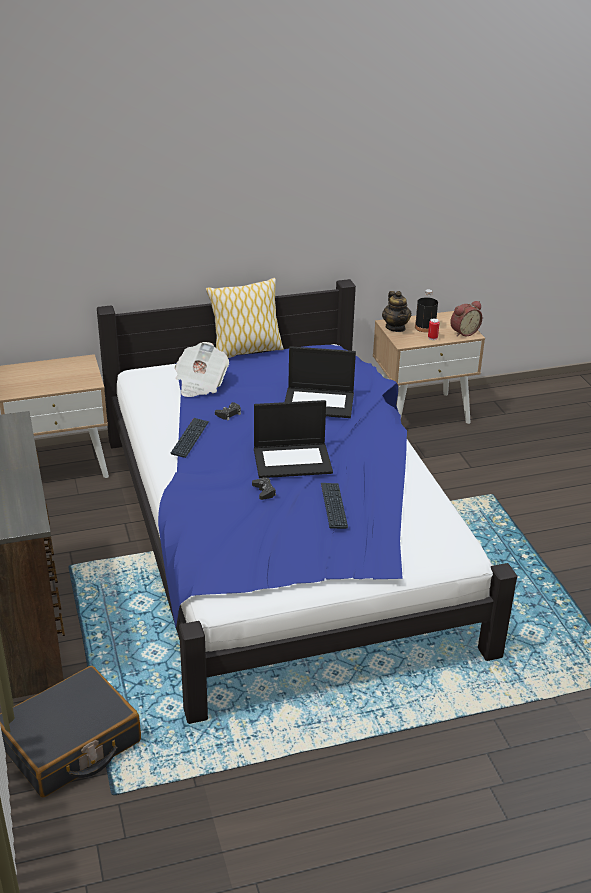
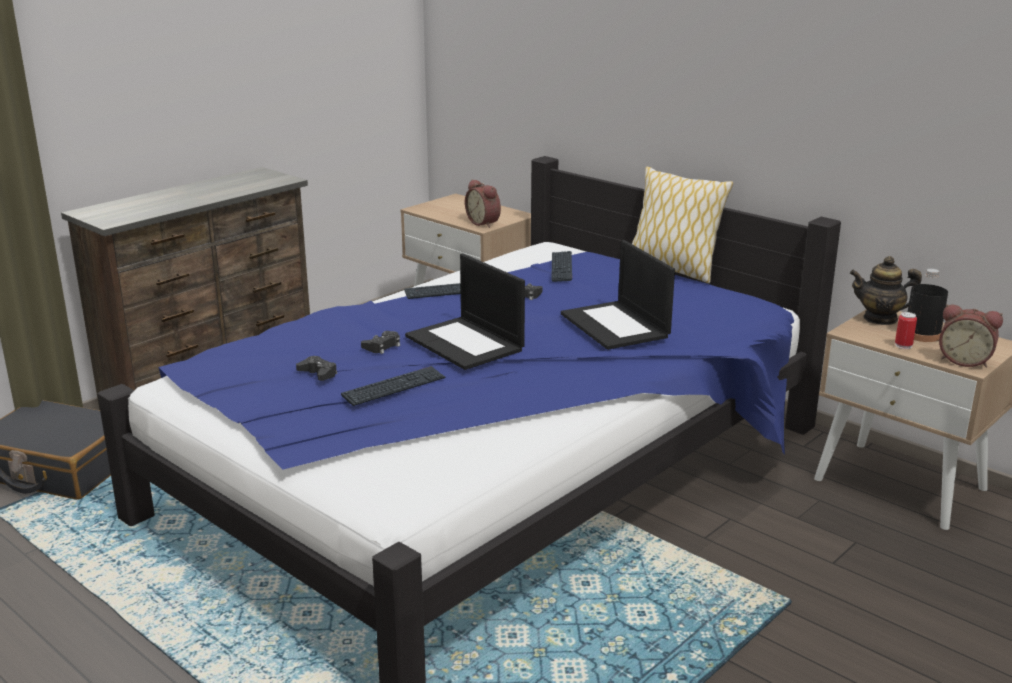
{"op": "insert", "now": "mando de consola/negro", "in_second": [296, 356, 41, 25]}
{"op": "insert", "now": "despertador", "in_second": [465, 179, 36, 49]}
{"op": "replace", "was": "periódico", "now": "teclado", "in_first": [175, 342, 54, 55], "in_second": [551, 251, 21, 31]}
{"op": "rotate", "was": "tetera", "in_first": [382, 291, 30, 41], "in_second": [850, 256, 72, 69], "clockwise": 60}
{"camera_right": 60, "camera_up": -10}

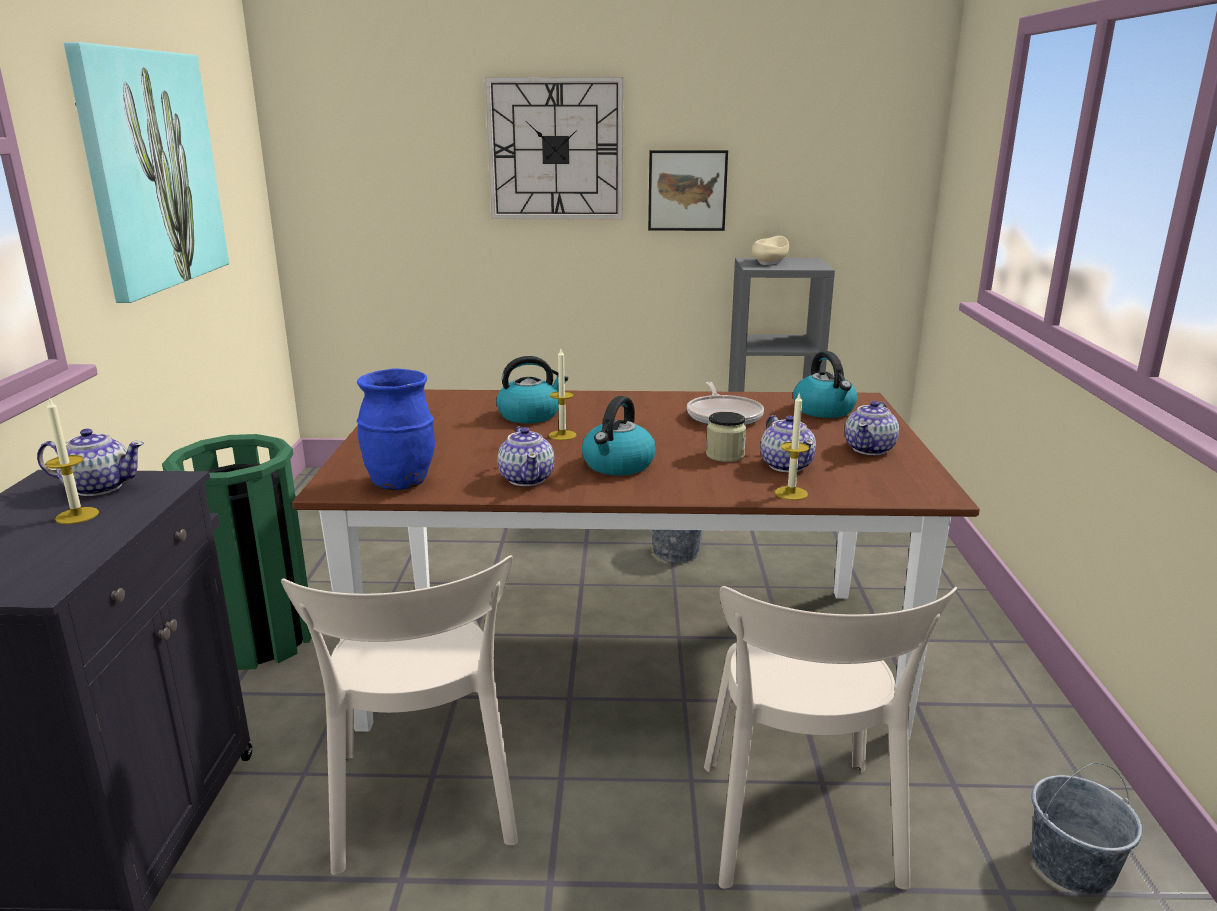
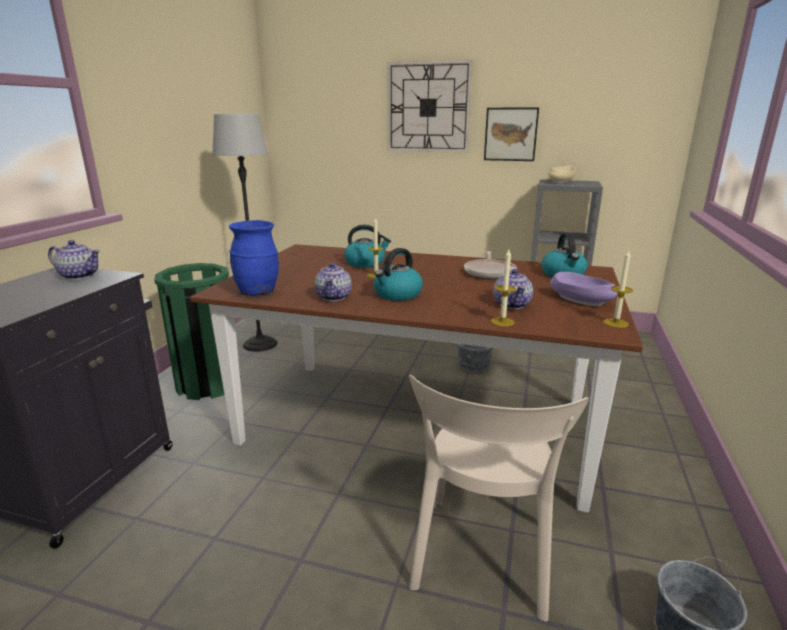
{"op": "delete", "was": "cuadro", "in_first": [64, 42, 165, 261]}
{"op": "delete", "was": "silla/beis", "in_first": [281, 555, 237, 320]}
{"op": "delete", "was": "tarro", "in_first": [706, 412, 40, 50]}
{"op": "insert", "now": "lámpara de pie", "in_second": [212, 114, 66, 238]}
{"op": "move", "was": "vela", "in_first": [45, 397, 54, 127], "in_second": [604, 250, 29, 78]}
{"op": "replace", "was": "tetera", "now": "cuenco/morado", "in_first": [845, 401, 54, 54], "in_second": [550, 272, 68, 34]}
{"camera_right": 15, "camera_up": 0}

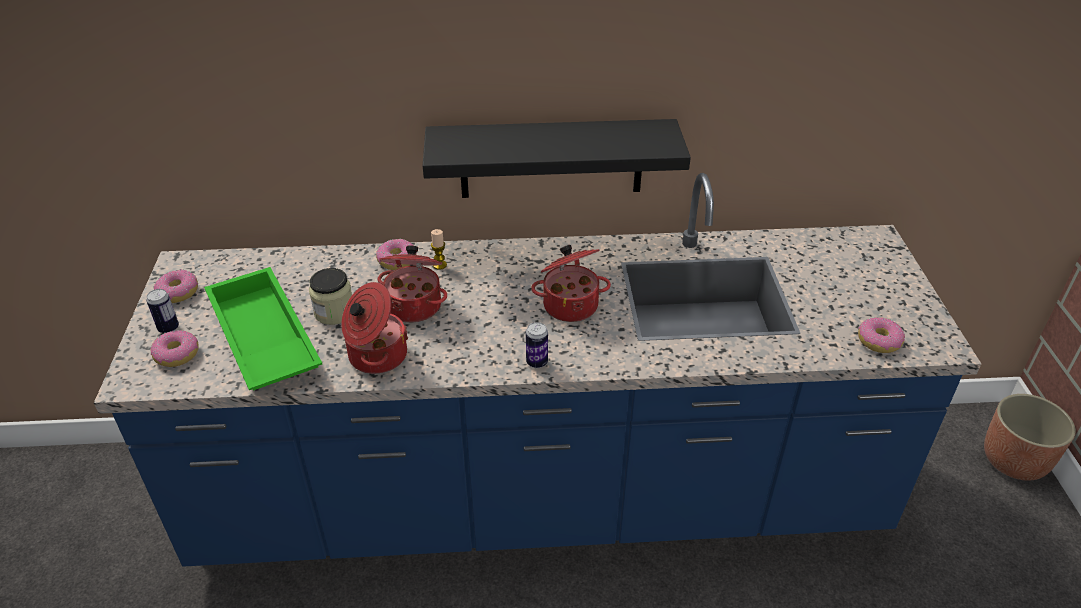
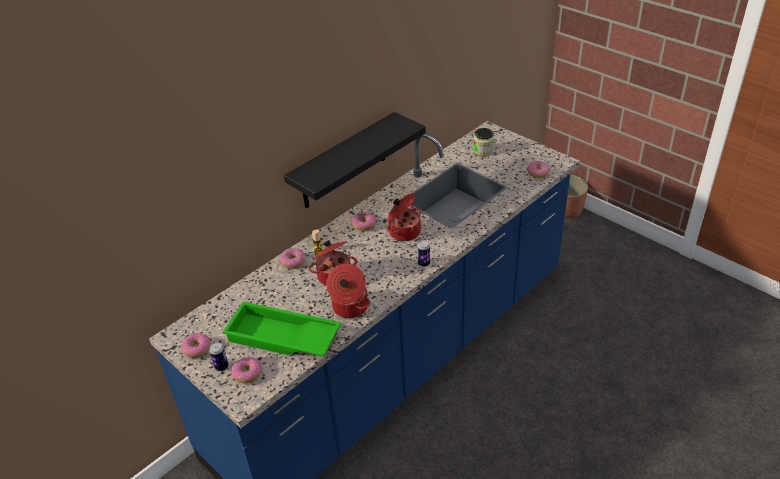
{"op": "insert", "now": "rosquilla", "in_second": [352, 212, 25, 19]}
{"op": "move", "was": "tarro", "in_first": [309, 268, 43, 57], "in_second": [473, 128, 21, 28]}
{"camera_right": -40, "camera_up": 0}

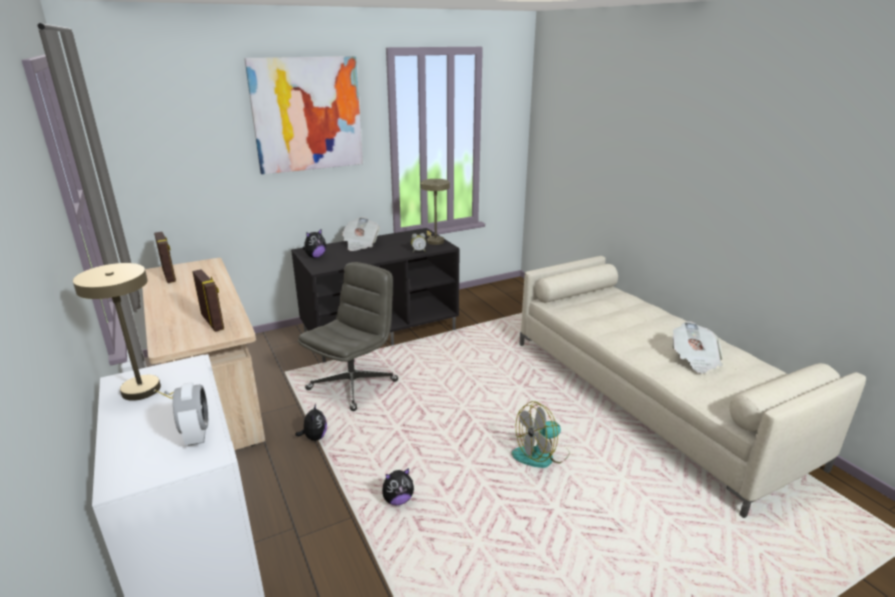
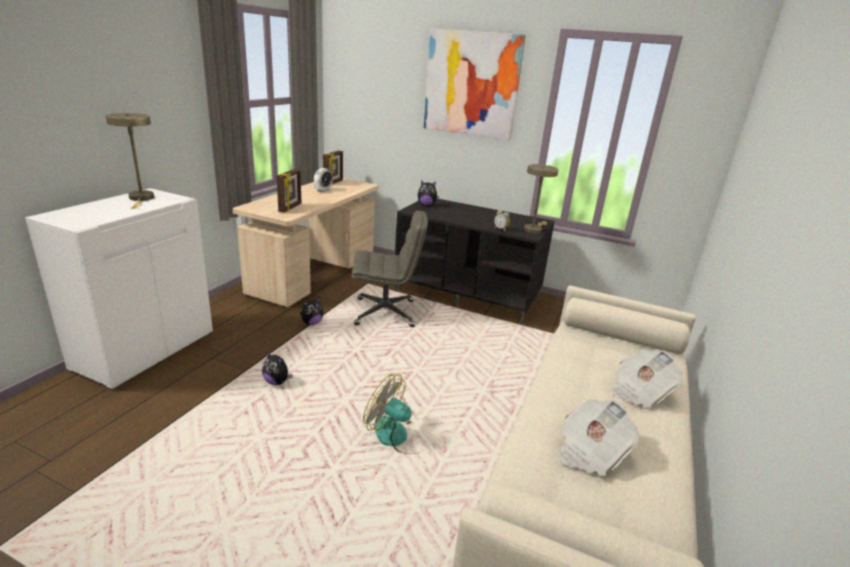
{"op": "move", "was": "despertador", "in_first": [173, 382, 35, 64], "in_second": [314, 168, 19, 24]}
{"op": "move", "was": "periódico", "in_first": [342, 217, 38, 34], "in_second": [611, 349, 72, 59]}
{"camera_right": 50, "camera_up": 0}

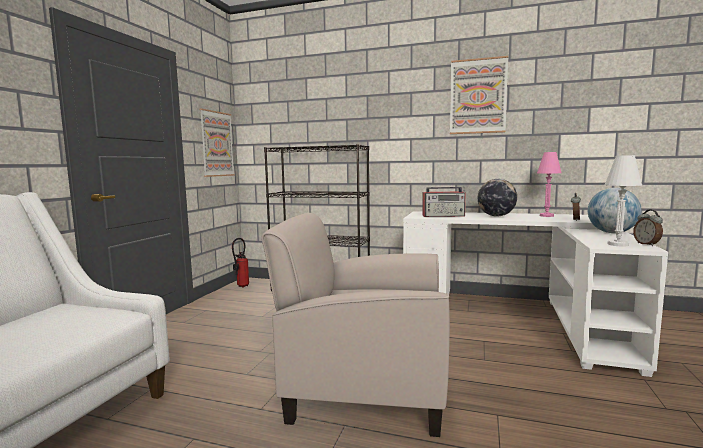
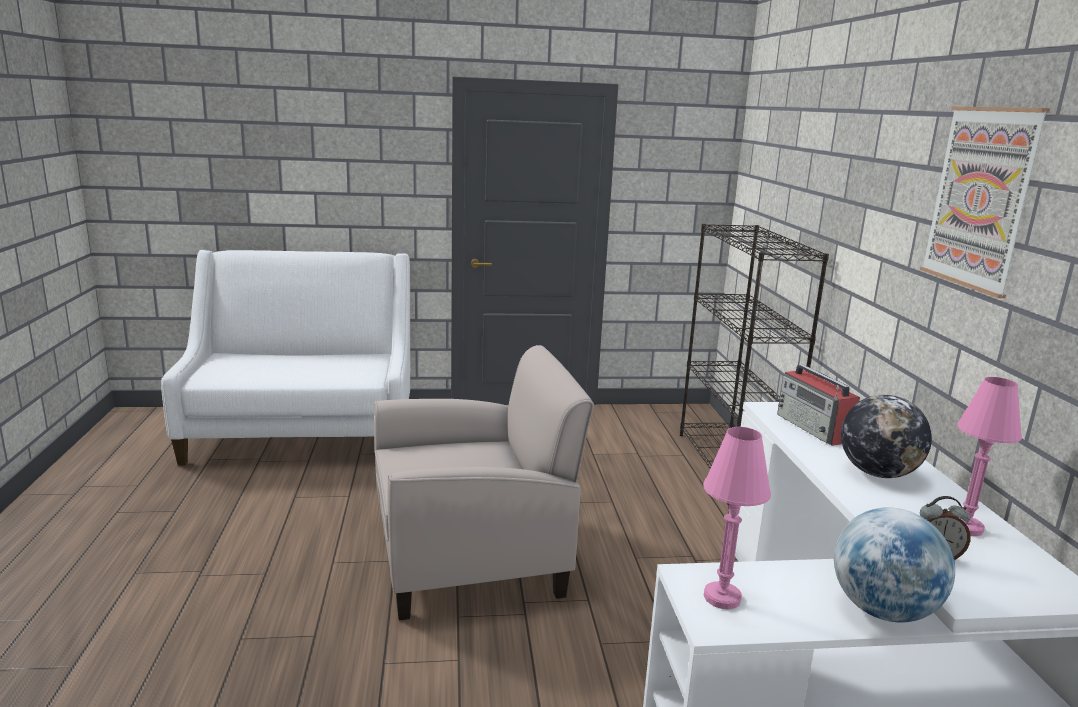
{"op": "delete", "was": "cuadro", "in_first": [199, 108, 36, 69]}
{"op": "delete", "was": "extintor", "in_first": [232, 238, 17, 50]}
{"op": "delete", "was": "despertador", "in_first": [633, 210, 30, 36]}
{"op": "recolor", "was": "lámpara de mesa/blanco", "now": "lámpara de mesa/rosa", "in_first": [605, 155, 37, 92], "in_second": [703, 427, 68, 182]}
{"op": "rotate", "was": "sillón/beis", "in_first": [261, 213, 189, 224], "in_second": [374, 345, 220, 275], "clockwise": 90}
{"camera_right": 65, "camera_up": 10}

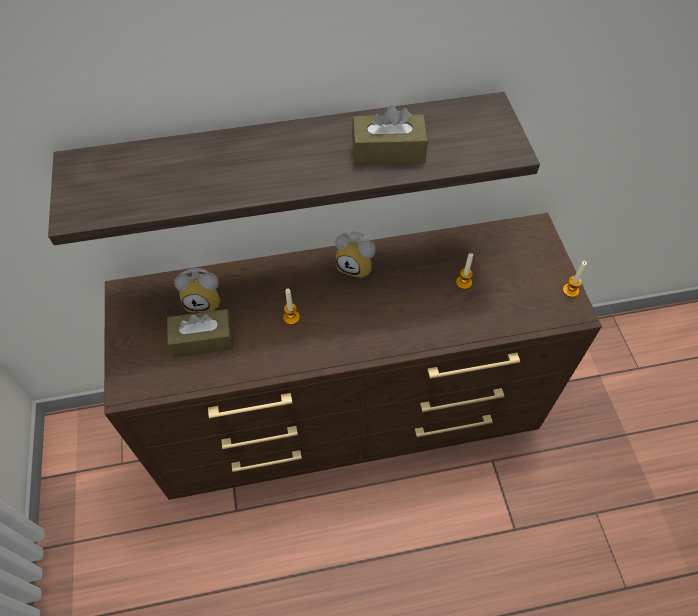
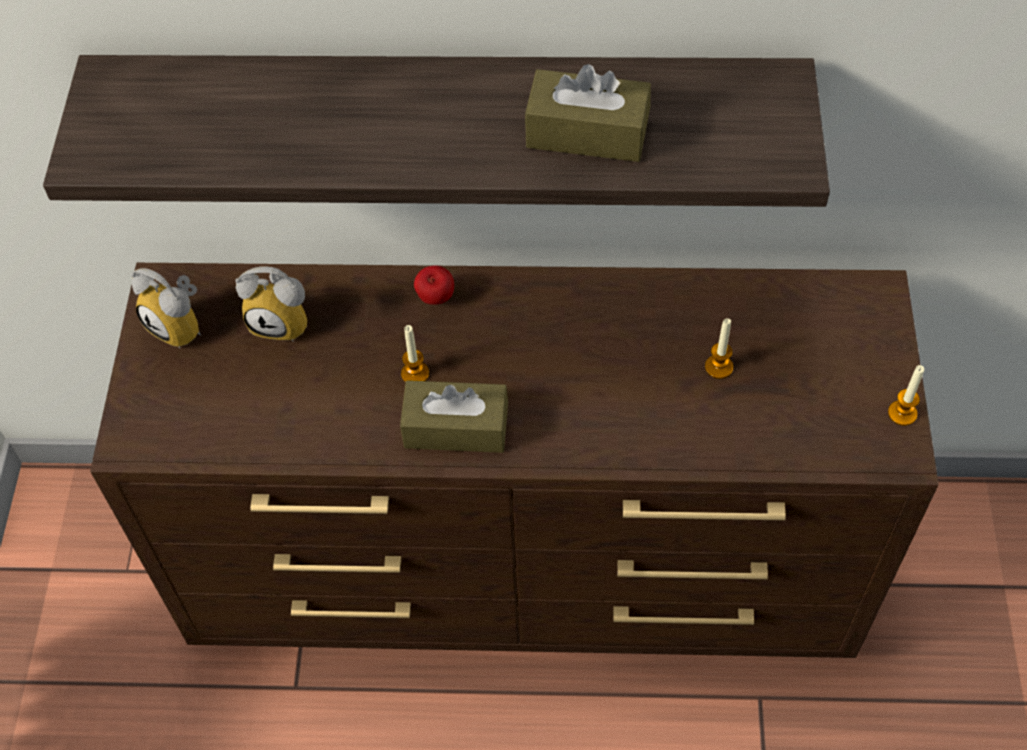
{"op": "insert", "now": "manzana", "in_second": [414, 265, 40, 40]}
{"op": "move", "was": "caja de pañuelos/marrón", "in_first": [167, 309, 67, 48], "in_second": [400, 380, 108, 73]}
{"op": "move", "was": "despertador", "in_first": [335, 232, 41, 46], "in_second": [131, 268, 70, 81]}
{"camera_right": 15, "camera_up": 0}

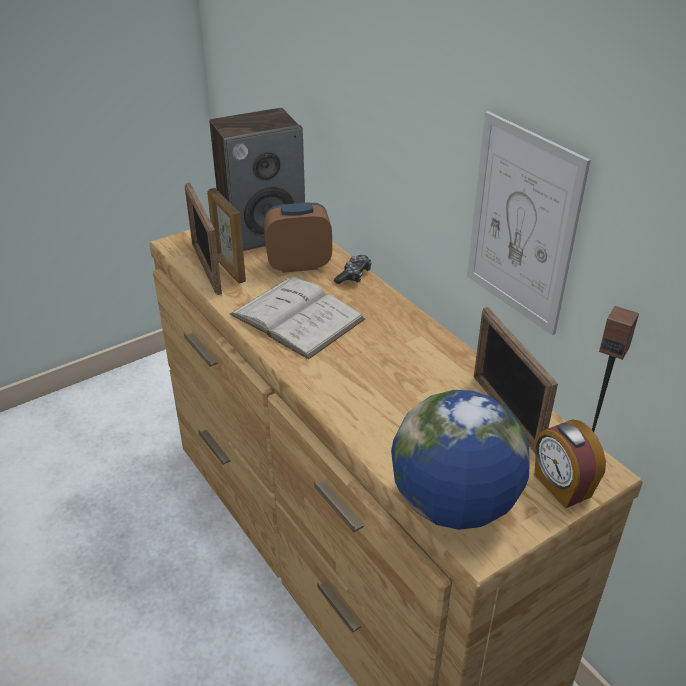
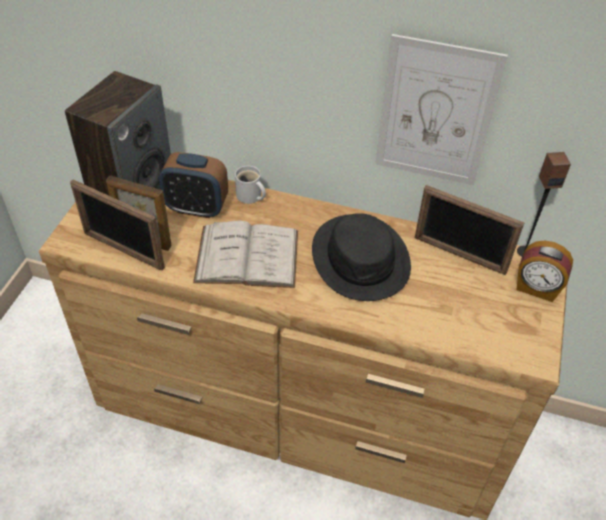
{"op": "delete", "was": "globo terráqueo", "in_first": [391, 390, 138, 140]}
{"op": "insert", "now": "sombrero/negro", "in_second": [312, 213, 99, 88]}
{"op": "replace", "was": "mando de consola", "now": "taza grande/blanco", "in_first": [334, 255, 38, 29], "in_second": [235, 166, 31, 38]}
{"op": "rotate", "was": "despertador", "in_first": [264, 202, 68, 71], "in_second": [159, 152, 69, 66], "clockwise": -120}
{"camera_right": -40, "camera_up": 10}

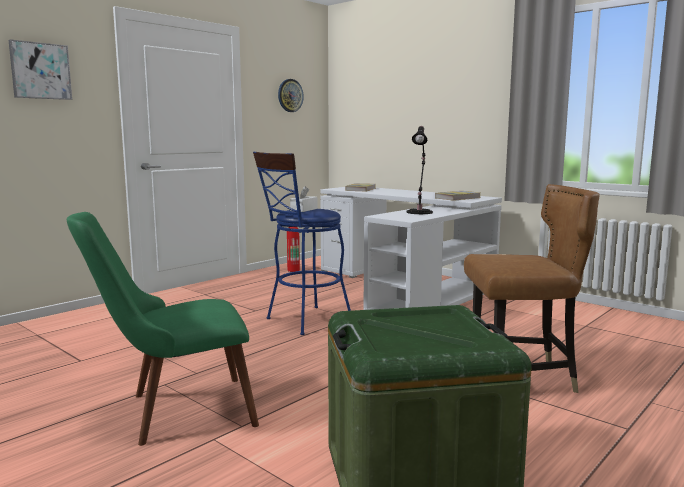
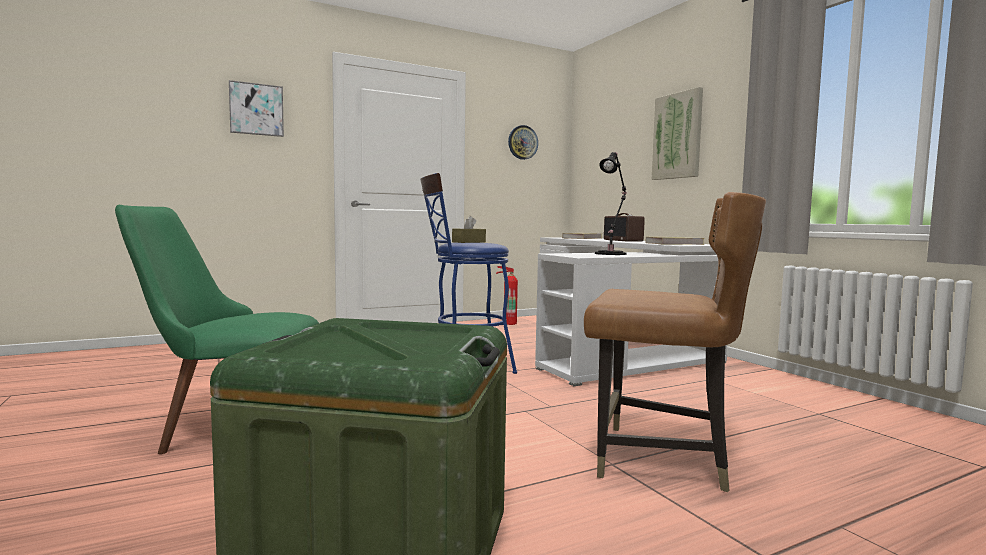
{"op": "insert", "now": "radio", "in_second": [604, 213, 41, 29]}
{"op": "insert", "now": "cuadro", "in_second": [652, 87, 51, 93]}
{"op": "recolor", "was": "caja de pañuelos/blanco", "now": "caja de pañuelos/marrón", "in_first": [290, 186, 27, 26], "in_second": [452, 216, 34, 27]}
{"camera_right": 20, "camera_up": -5}

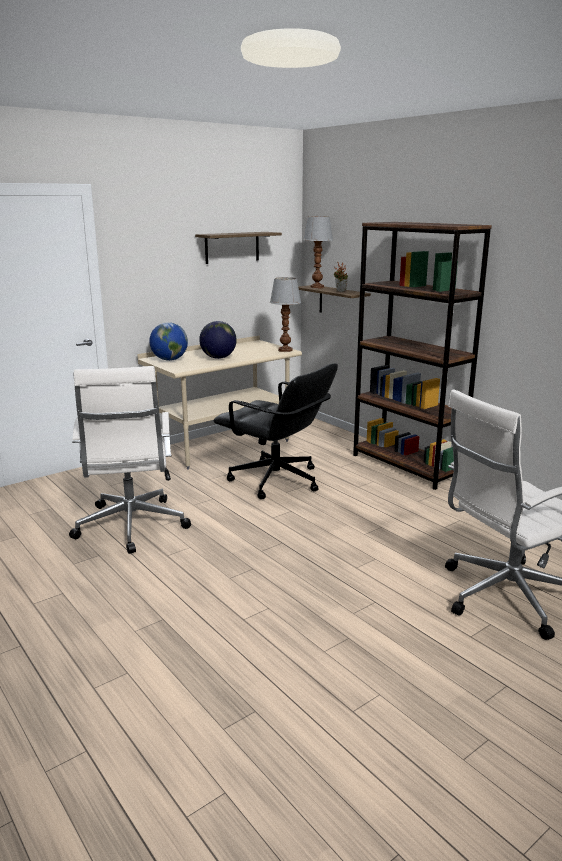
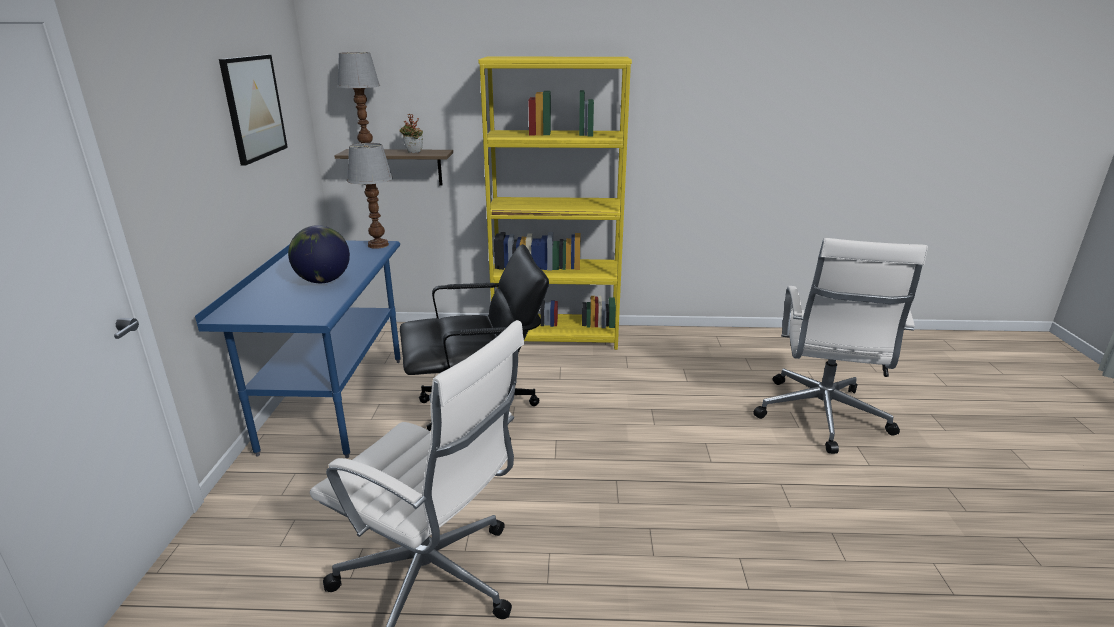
{"op": "delete", "was": "globo terráqueo", "in_first": [149, 322, 39, 39]}
{"op": "replace", "was": "estante", "now": "cuadro", "in_first": [195, 232, 87, 32], "in_second": [219, 55, 69, 111]}
{"op": "recolor", "was": "escritorio/beis", "now": "escritorio/azul", "in_first": [137, 335, 165, 134], "in_second": [195, 241, 206, 217]}
{"op": "recolor", "was": "estantería/marrón", "now": "estantería/amarillo", "in_first": [353, 222, 139, 268], "in_second": [478, 57, 154, 293]}
{"camera_right": -50, "camera_up": 5}

